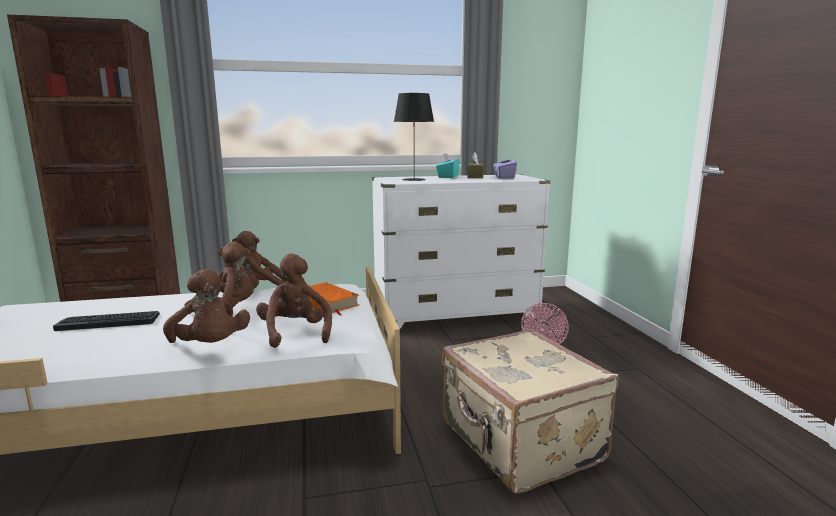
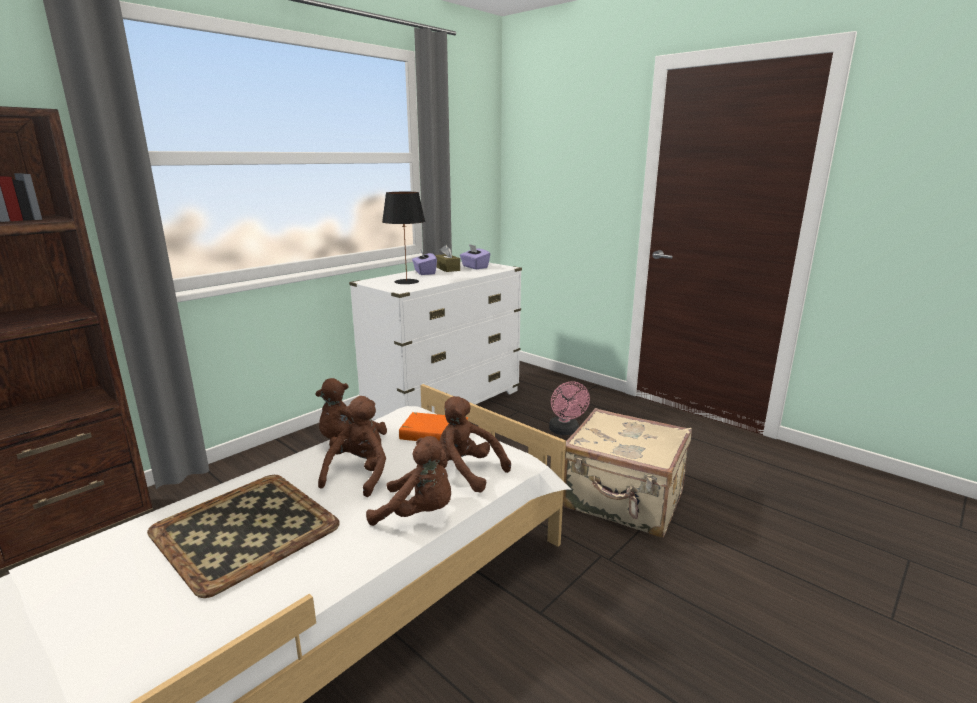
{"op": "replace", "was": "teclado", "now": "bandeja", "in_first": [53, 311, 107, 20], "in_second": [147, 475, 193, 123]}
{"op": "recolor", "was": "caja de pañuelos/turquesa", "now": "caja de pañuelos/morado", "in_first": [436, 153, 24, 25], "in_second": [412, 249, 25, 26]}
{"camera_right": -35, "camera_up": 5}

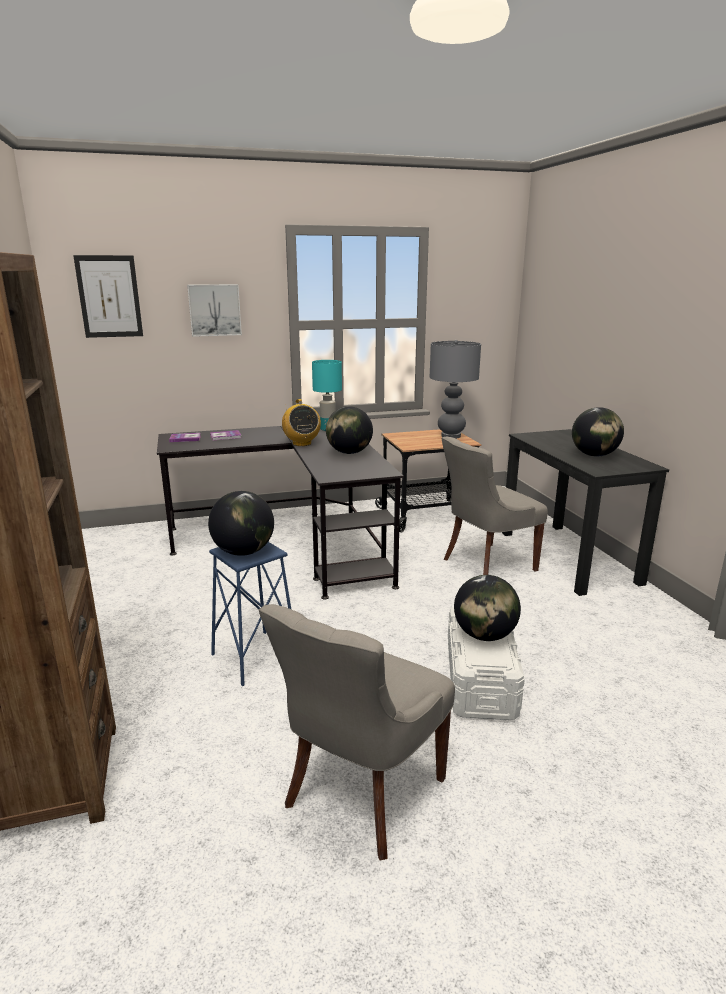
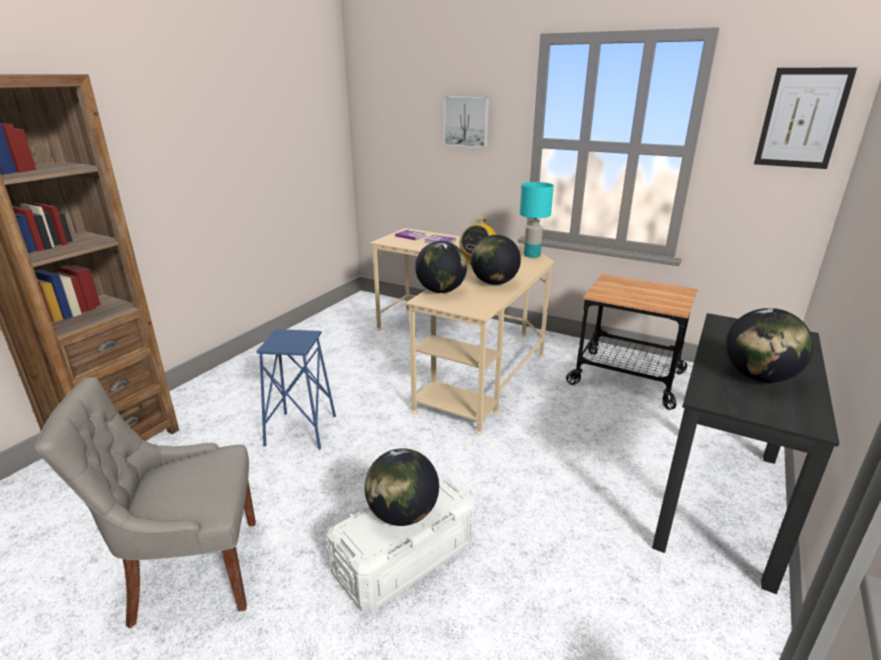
{"op": "delete", "was": "lámpara de mesa/gris", "in_first": [429, 340, 52, 99]}
{"op": "delete", "was": "silla/gris", "in_first": [441, 437, 107, 138]}
{"op": "move", "was": "cuadro", "in_first": [73, 255, 70, 83], "in_second": [754, 67, 103, 102]}
{"op": "move", "was": "globo terráqueo", "in_first": [208, 491, 66, 65], "in_second": [415, 241, 52, 52]}
{"op": "recolor", "was": "escritorio/negro", "now": "escritorio/beis", "in_first": [157, 426, 247, 174], "in_second": [370, 228, 185, 207]}
{"camera_right": 45, "camera_up": 5}

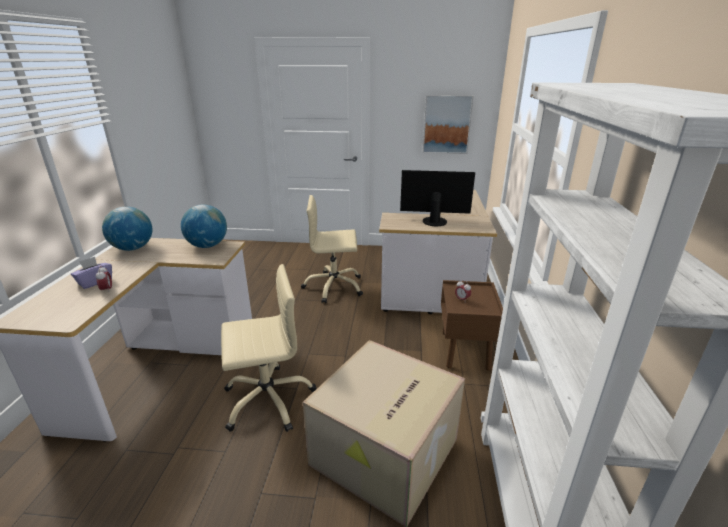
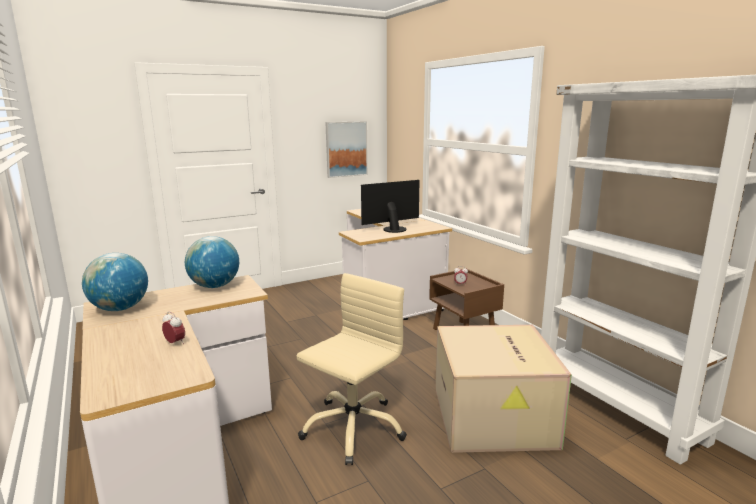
{"op": "delete", "was": "caja de pañuelos/morado", "in_first": [71, 257, 41, 32]}
{"op": "delete", "was": "silla de oficina/beis", "in_first": [301, 195, 62, 108]}
{"camera_right": -35, "camera_up": -10}

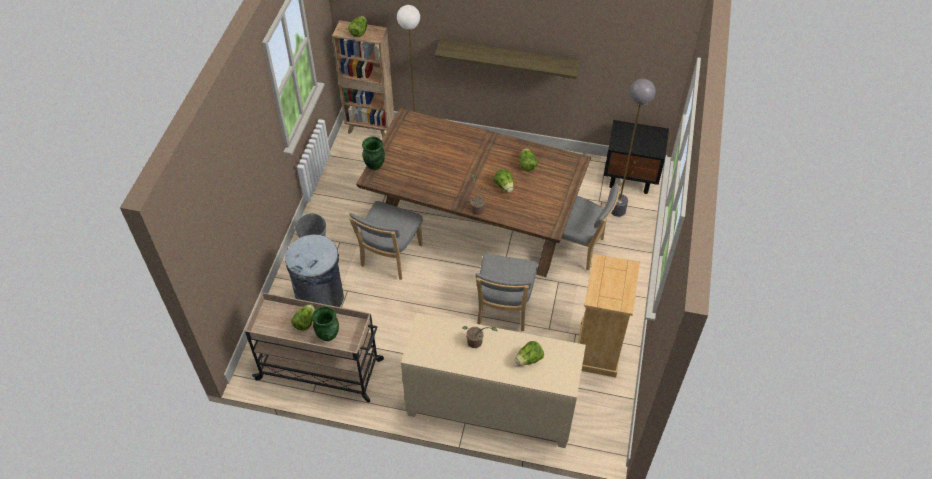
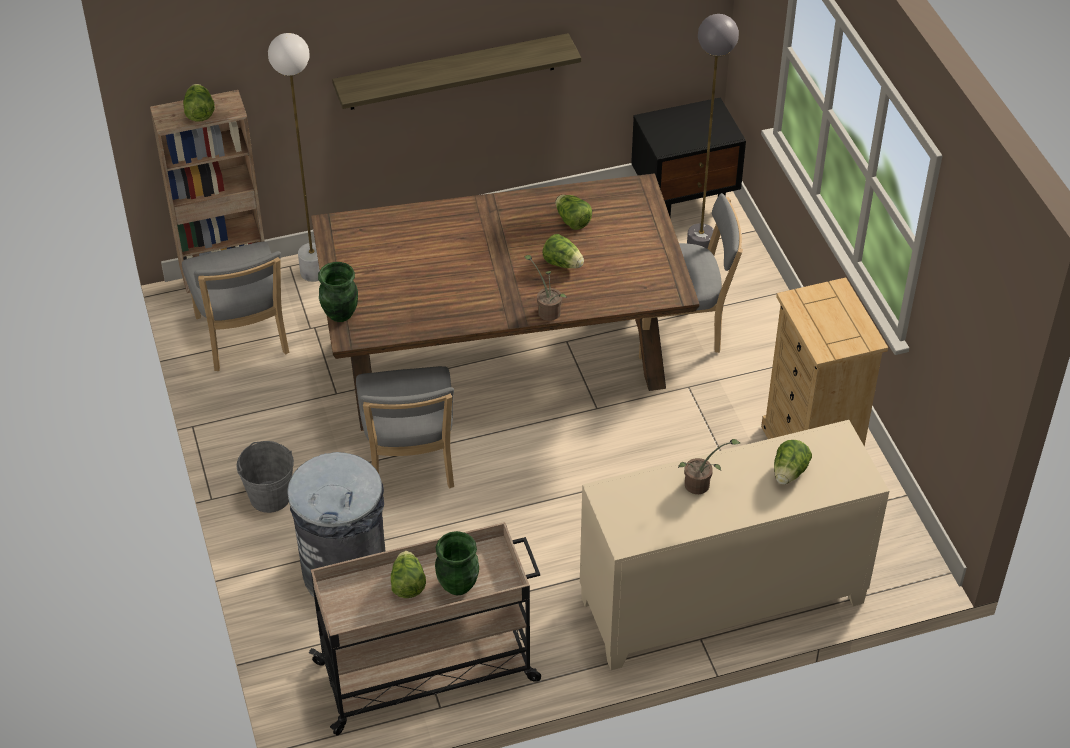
{"op": "move", "was": "silla/gris", "in_first": [475, 254, 62, 77], "in_second": [182, 242, 107, 129]}
{"camera_right": -30, "camera_up": -5}

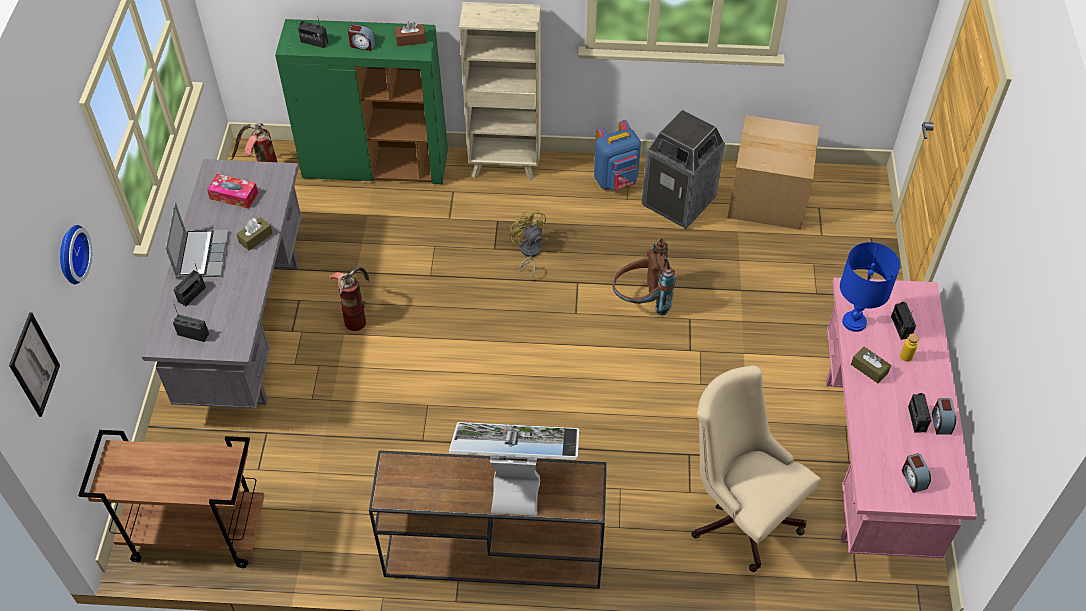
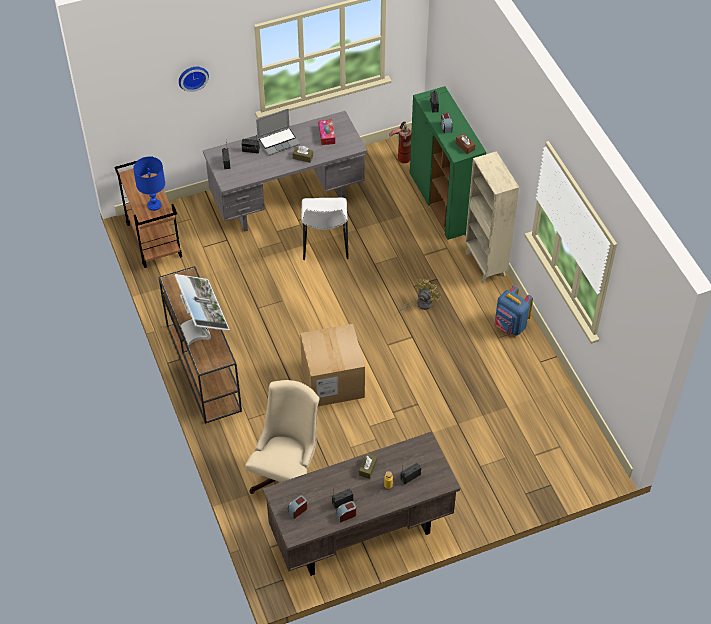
{"op": "delete", "was": "cuadro", "in_first": [9, 312, 51, 105]}
{"op": "delete", "was": "mochila/marrón", "in_first": [612, 239, 63, 76]}
{"op": "delete", "was": "papelera", "in_first": [642, 110, 83, 119]}
{"op": "move", "was": "caja de cartón", "in_first": [727, 115, 92, 115], "in_second": [300, 324, 65, 82]}
{"op": "move", "was": "lámpara de mesa/azul", "in_first": [840, 242, 60, 90], "in_second": [133, 157, 32, 54]}
{"op": "replace", "was": "extintor", "now": "silla/blanco", "in_first": [328, 267, 43, 64], "in_second": [301, 198, 48, 62]}
{"op": "recolor", "was": "escritorio/rosa", "now": "escritorio/marrón", "in_first": [826, 278, 151, 280], "in_second": [263, 431, 197, 145]}
{"camera_right": 65, "camera_up": 0}

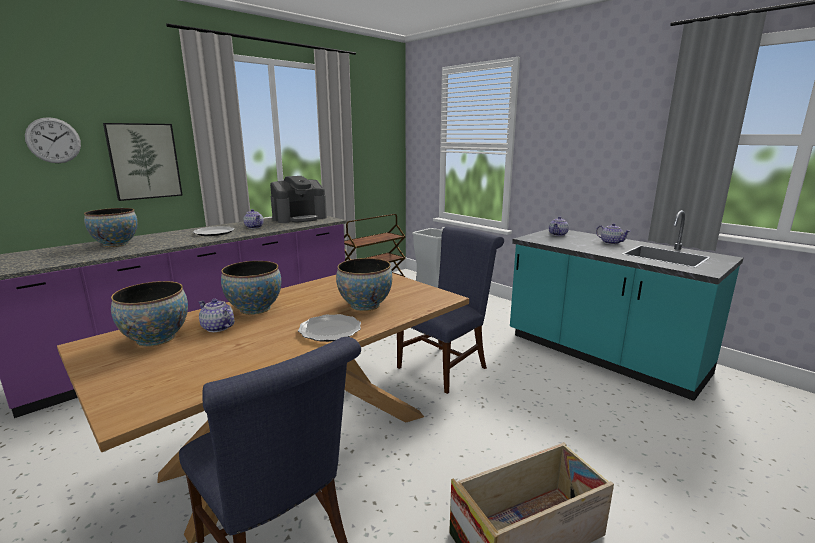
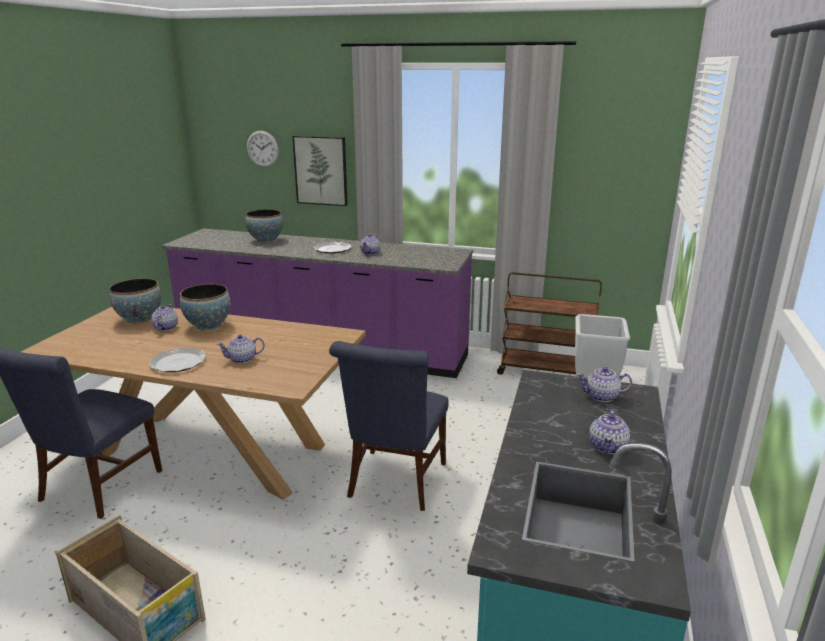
{"op": "delete", "was": "cafetera", "in_first": [270, 176, 57, 47]}
{"op": "replace", "was": "cuenco", "now": "tetera", "in_first": [336, 258, 56, 53], "in_second": [217, 335, 48, 29]}
{"op": "rotate", "was": "silla/azul", "in_first": [397, 226, 107, 168], "in_second": [329, 341, 120, 170], "clockwise": 90}
{"camera_right": 60, "camera_up": 5}

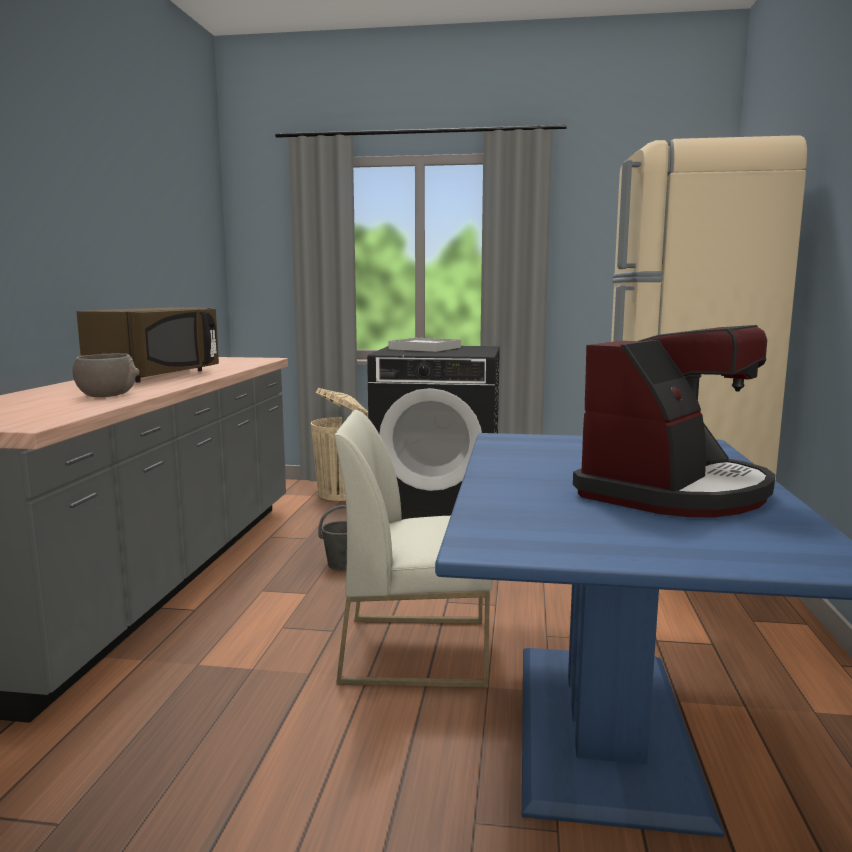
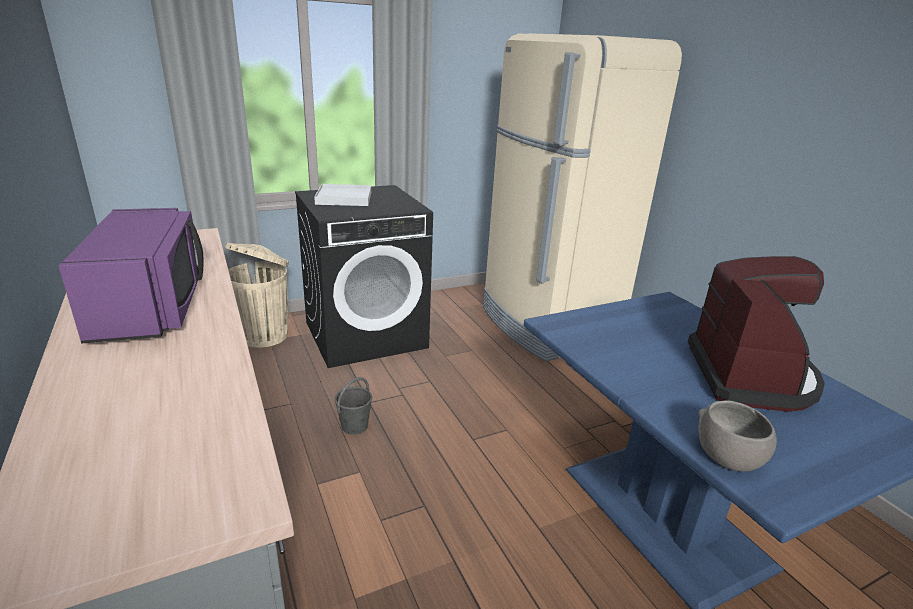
{"op": "delete", "was": "silla/blanco", "in_first": [334, 410, 159, 278]}
{"op": "move", "was": "cuenco/gris", "in_first": [72, 353, 67, 44], "in_second": [698, 400, 79, 72]}
{"op": "recolor", "was": "microondas/marrón", "now": "microondas/morado", "in_first": [77, 307, 142, 76], "in_second": [59, 208, 144, 136]}
{"camera_right": -35, "camera_up": 15}

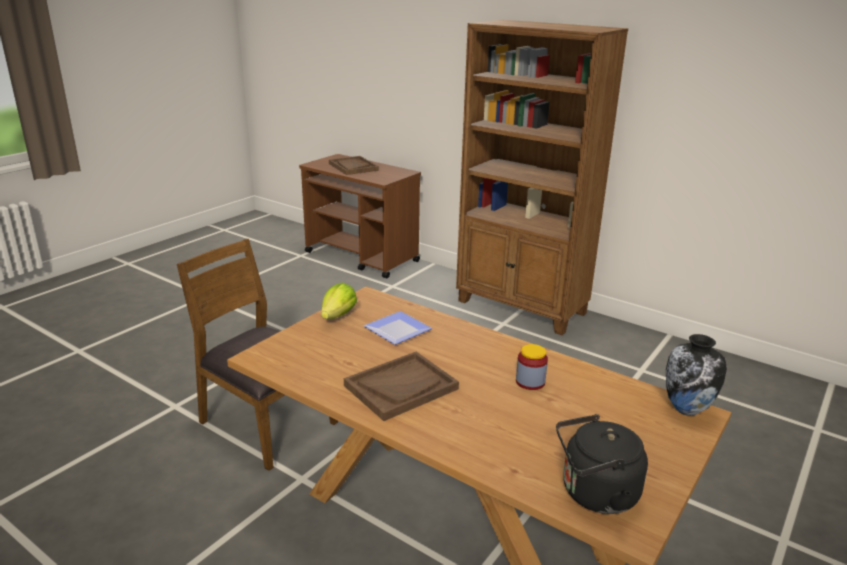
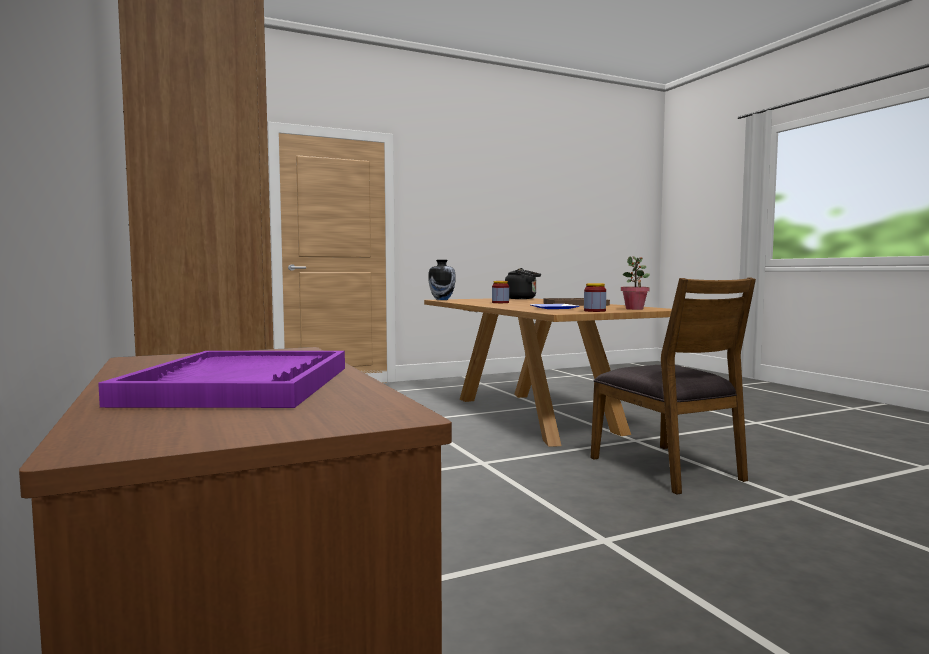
{"op": "insert", "now": "planta en maceta", "in_second": [621, 256, 29, 54]}
{"op": "replace", "was": "lechuga", "now": "tarro", "in_first": [321, 283, 36, 36], "in_second": [584, 283, 22, 29]}
{"op": "recolor", "was": "bandeja/marrón", "now": "bandeja/morado", "in_first": [329, 156, 50, 19], "in_second": [98, 351, 247, 57]}
{"camera_right": -150, "camera_up": -20}

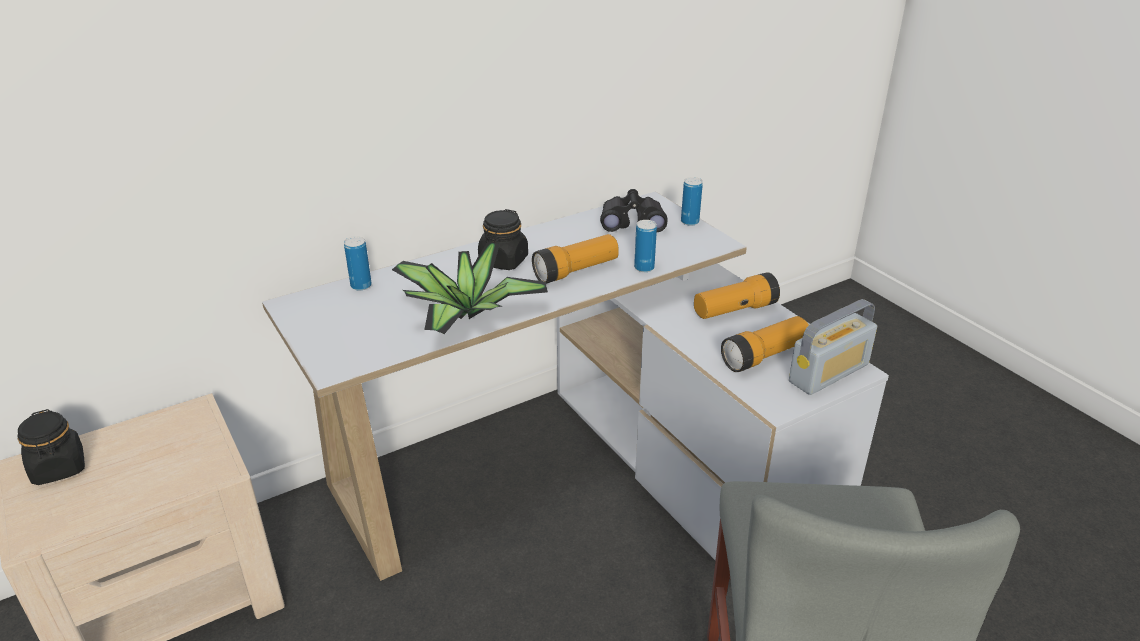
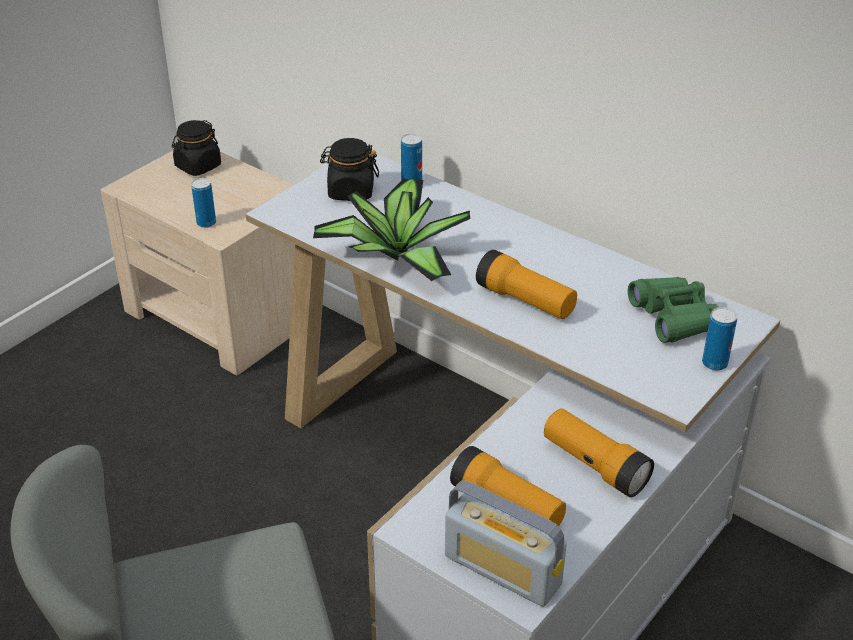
{"op": "move", "was": "tarro/negro", "in_first": [478, 209, 50, 61], "in_second": [320, 138, 59, 63]}
{"op": "move", "was": "lata", "in_first": [634, 220, 23, 52], "in_second": [191, 178, 25, 50]}
{"op": "recolor", "was": "prismáticos/negro", "now": "prismáticos/verde", "in_first": [600, 189, 68, 43], "in_second": [628, 277, 90, 66]}
{"camera_right": 70, "camera_up": 5}

